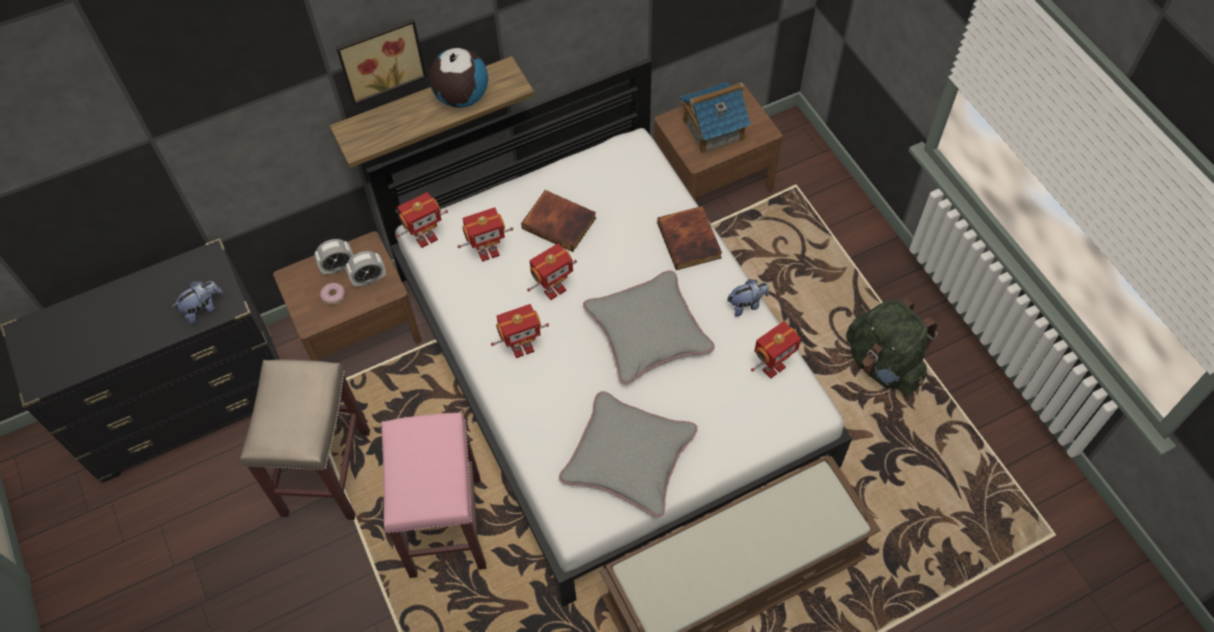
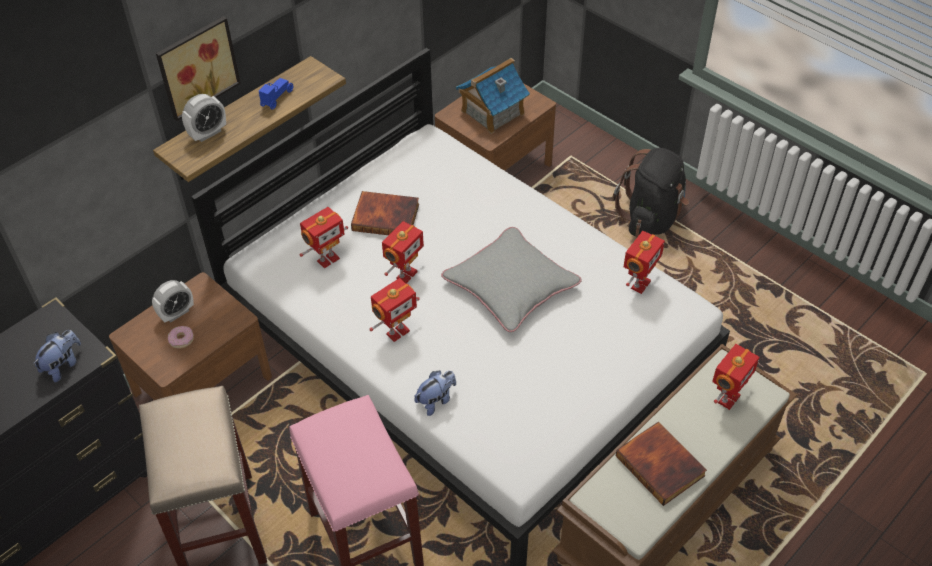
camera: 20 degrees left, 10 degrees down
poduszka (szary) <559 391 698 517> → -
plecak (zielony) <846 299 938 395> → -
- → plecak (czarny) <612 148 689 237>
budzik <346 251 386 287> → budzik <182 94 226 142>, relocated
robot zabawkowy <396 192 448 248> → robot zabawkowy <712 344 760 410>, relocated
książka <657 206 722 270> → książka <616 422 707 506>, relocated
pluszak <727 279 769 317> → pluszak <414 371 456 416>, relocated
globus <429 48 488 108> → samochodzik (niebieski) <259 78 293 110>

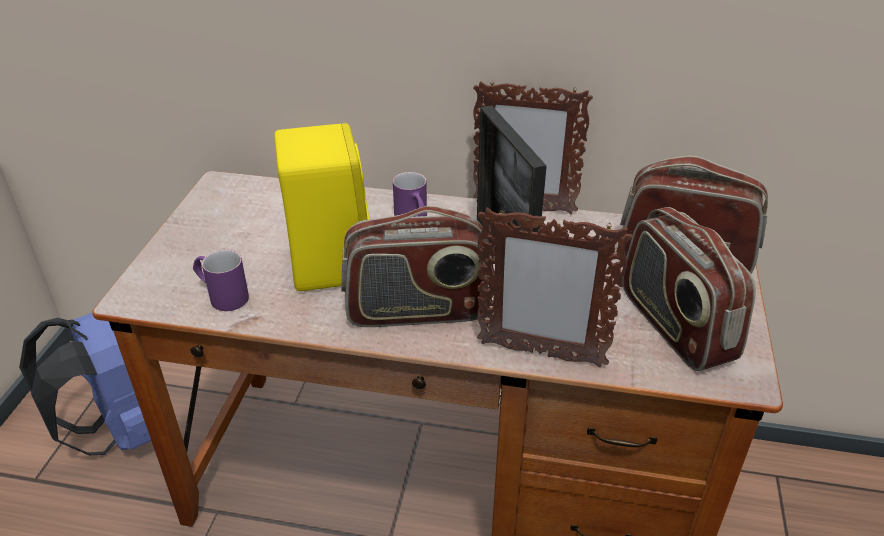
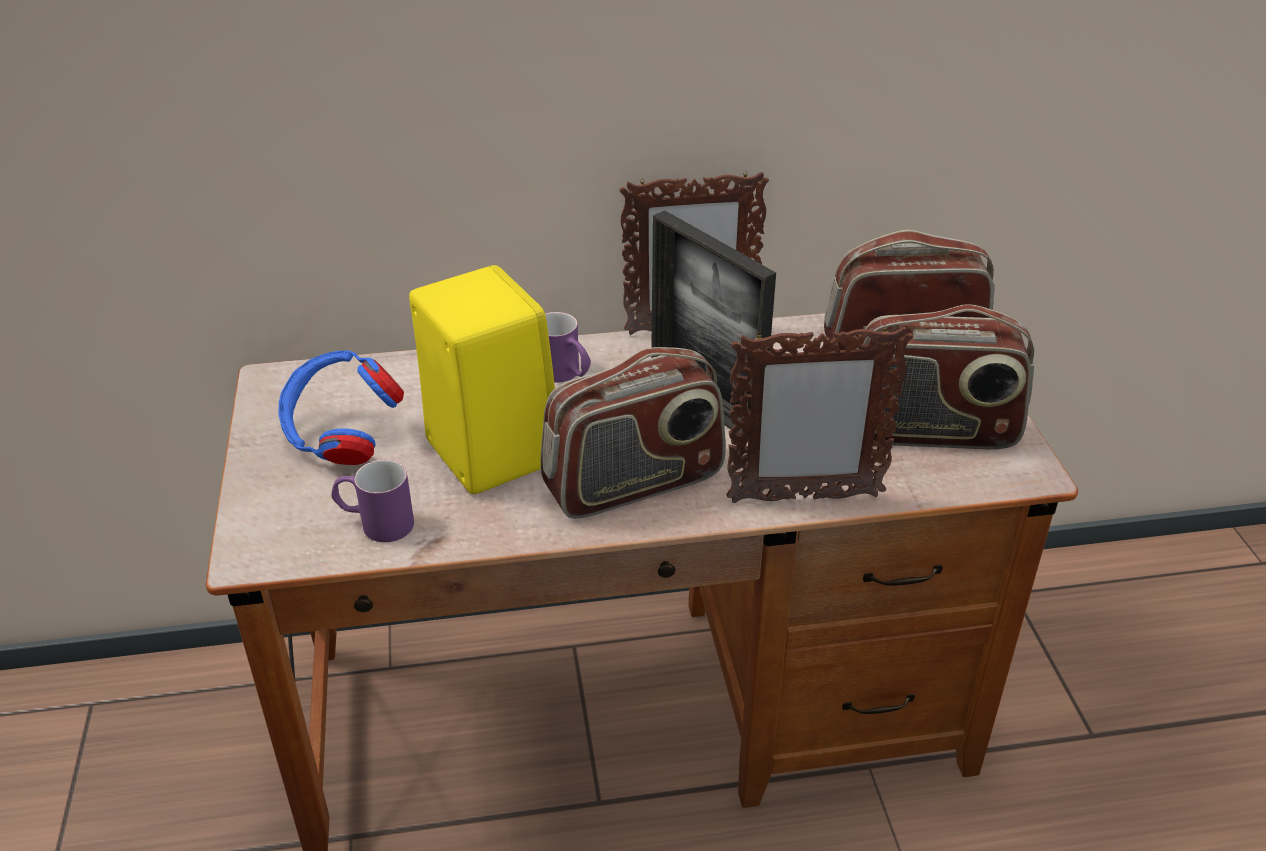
camera: 20 degrees left, 0 degrees up
plecak (niebieski) <19 313 151 455> → -
- → słuchawki (niebieski) <279 351 404 465>
radio <622 207 756 371> → radio <856 304 1034 449>, 45 degrees counterclockwise

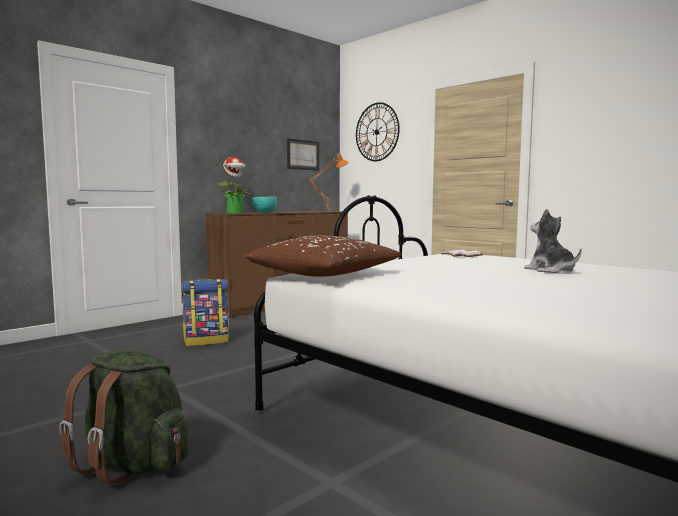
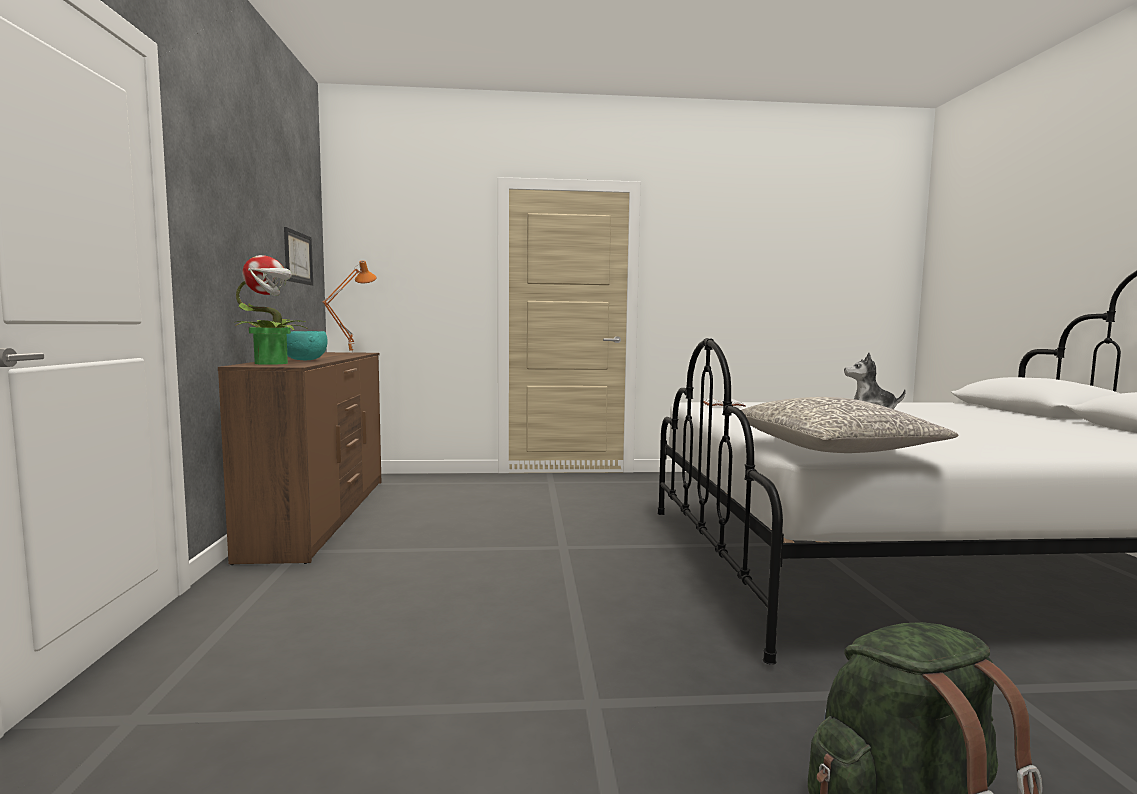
camera: 50 degrees left, 0 degrees up
plecak <182 279 229 346> → -
zegar ścienny <356 102 400 161> → -
poduszka (brązowy) <244 235 401 277> → poduszka (szary) <741 397 959 453>

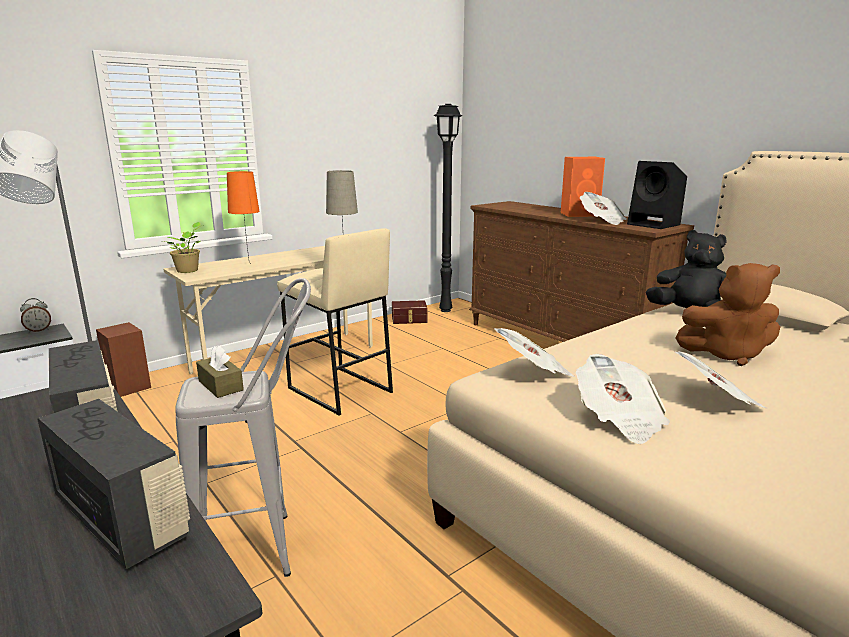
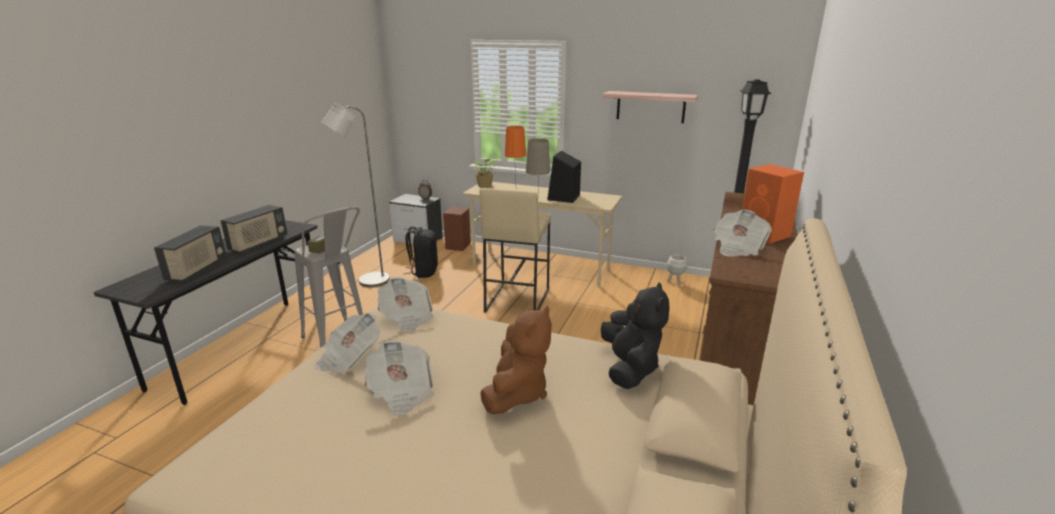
camera: 60 degrees right, 5 degrees up
- → plecak (czarny) <404 226 438 278>
- → półka <603 91 698 123>
głośnik (czarny) <627 161 687 229> → głośnik (czarny) <547 151 581 203>, relocated
pojemnik do przechowywania (brązowy) <392 300 428 324> → donica (biały) <667 255 687 285>
pluszak (brązowy) <676 263 780 366> → pluszak (brązowy) <480 306 552 414>, 135 degrees counterclockwise

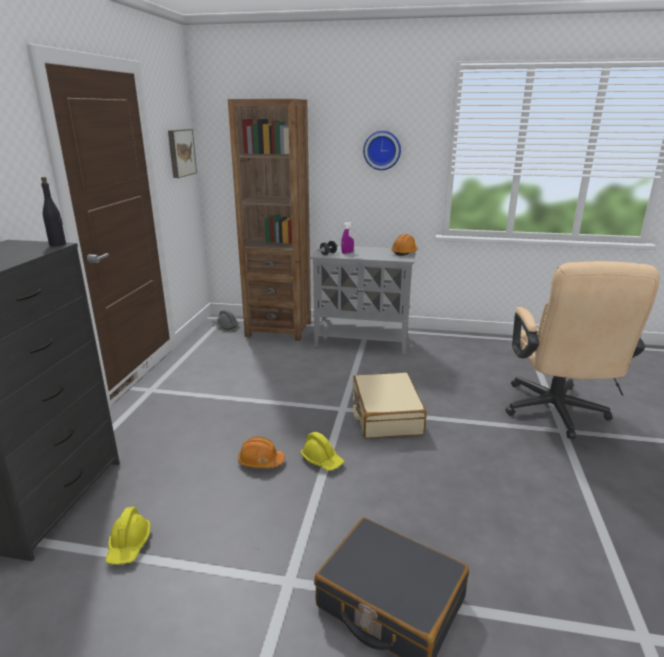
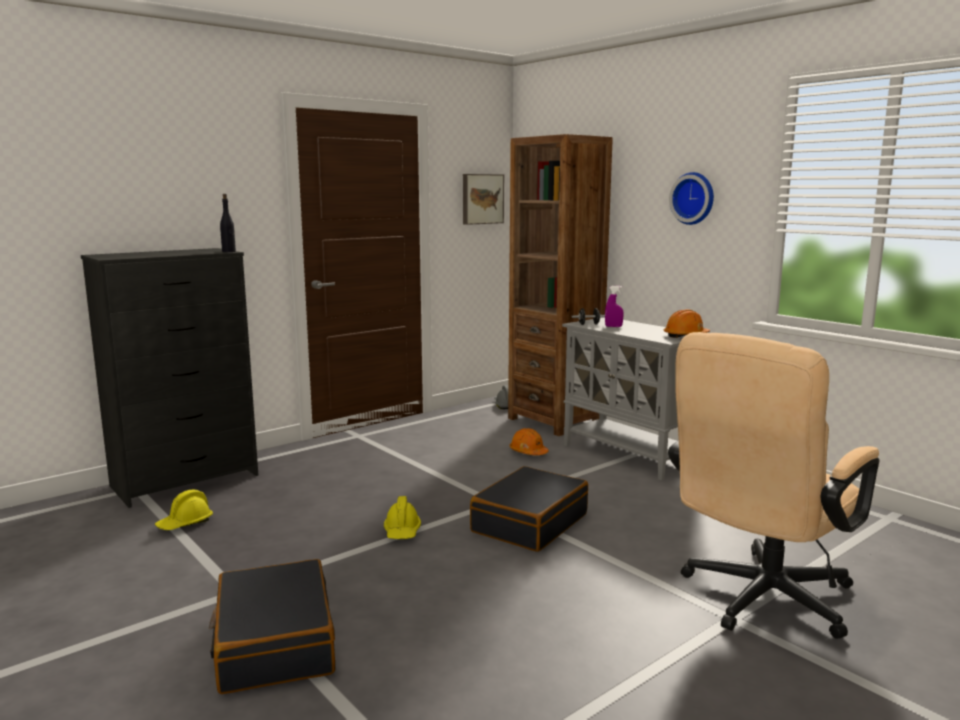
camera: 40 degrees right, 10 degrees down
kask (pomarańczowy) <238 436 285 468> → kask (pomarańczowy) <509 428 549 455>, relocated
walizka (beżowy) <353 372 427 439> → walizka (czarny) <470 466 588 552>

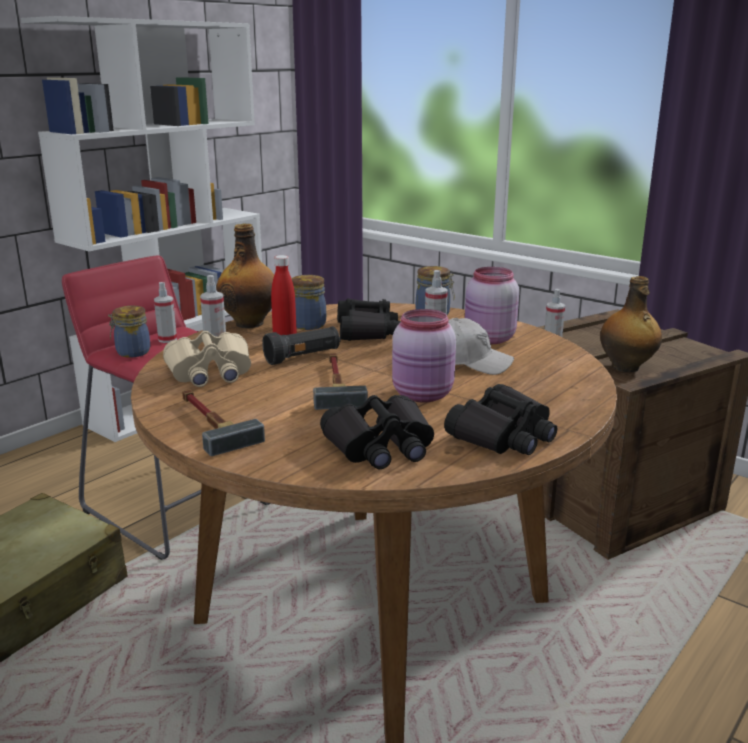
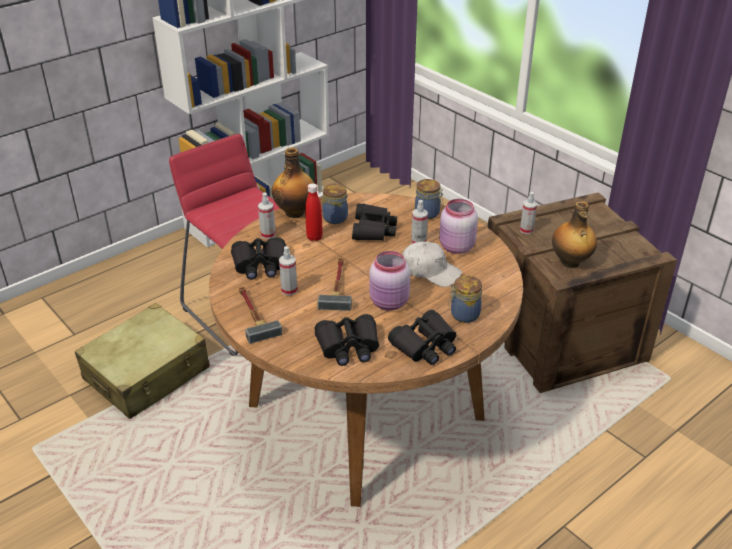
camera: 10 degrees right, 15 degrees up
latarka (czarny) <262 326 341 365> → -
słoik <108 306 150 358> → słoik <448 276 482 323>, relocated
spryskiwacz <154 282 177 343> → spryskiwacz <279 246 298 296>, relocated
lornetka (beżowy) <163 331 251 387> → lornetka (czarny) <231 237 286 280>

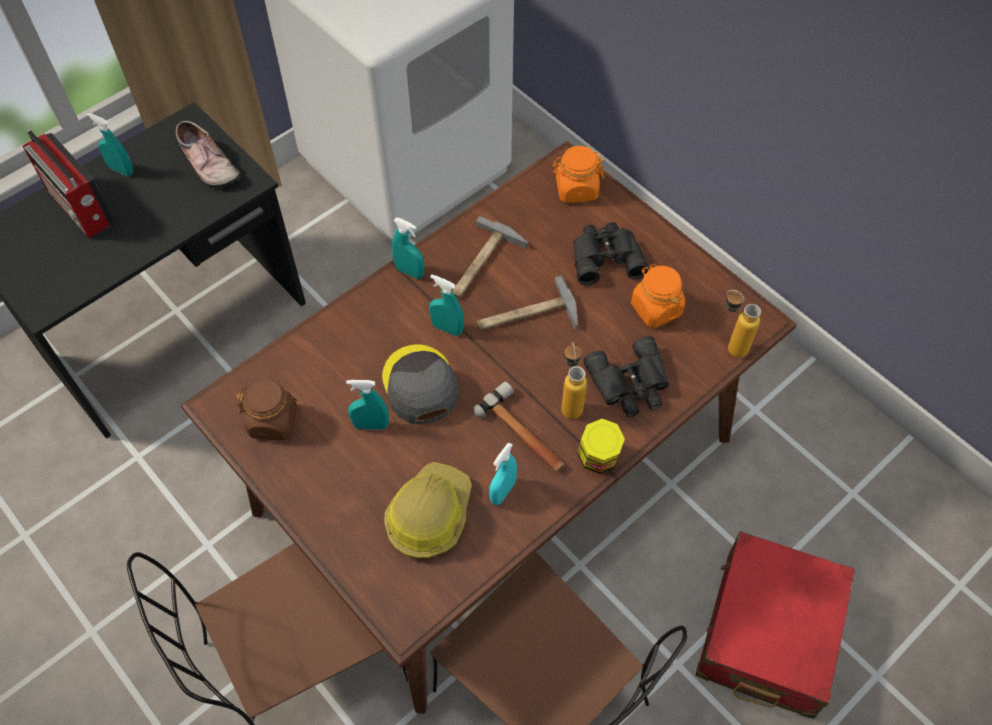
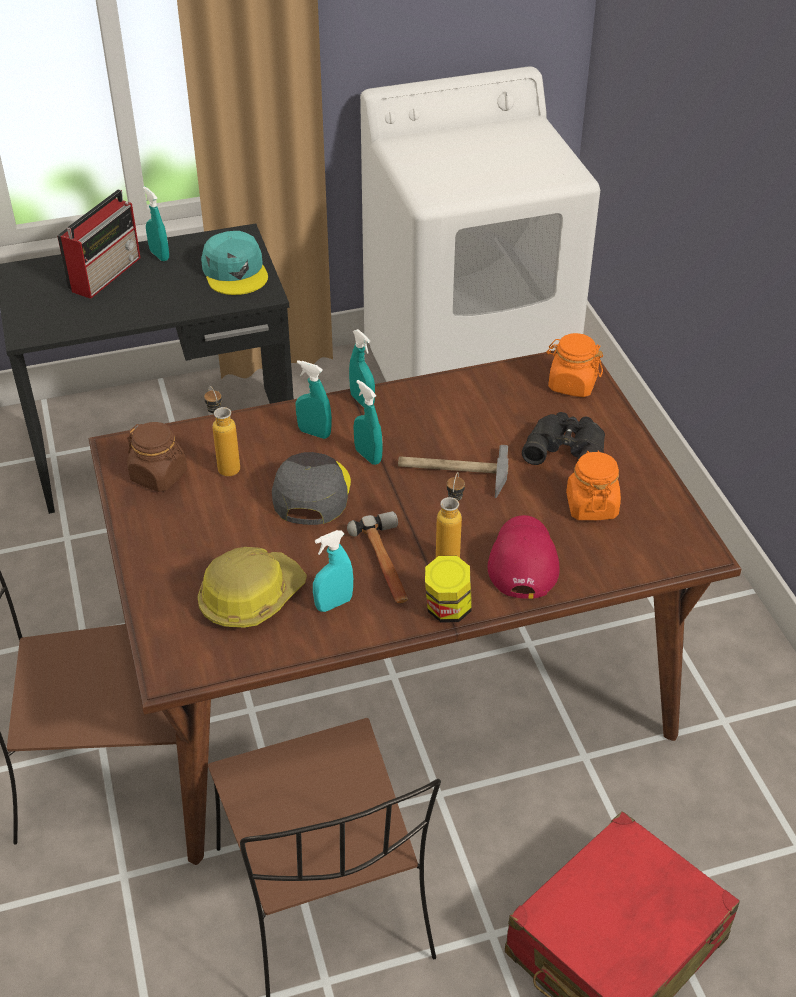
camera: 25 degrees right, 15 degrees down
młotek <452 216 528 298> → -
spryskiwacz (turkusowy) <346 380 389 429> → spryskiwacz (turkusowy) <296 360 332 439>, relocated
butelka <726 290 761 358> → butelka <204 386 240 477>, relocated
but <176 121 241 188> → czapka z daszkiem (turkusowy) <201 231 268 295>
lornetka (czarny) <583 336 669 417> → czapka z daszkiem (czerwony) <488 515 560 599>
radio <23 130 114 238> → radio <57 189 140 299>, 135 degrees counterclockwise

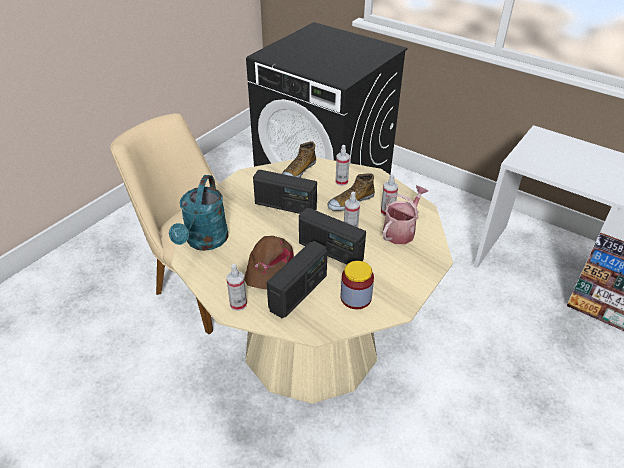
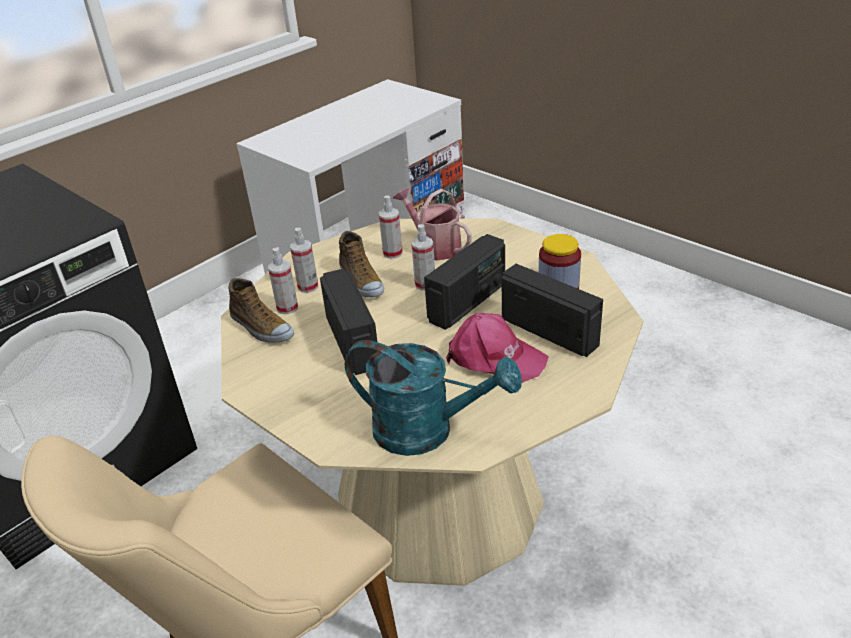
camera: 80 degrees left, 5 degrees down
spryskiwacz <226 264 247 311> → spryskiwacz <268 247 298 314>, relocated
czapka z daszkiem (brązowy) <244 236 294 290> → czapka z daszkiem (różowy) <446 313 549 383>
radio <253 170 317 214> → radio <320 269 377 375>, 45 degrees counterclockwise

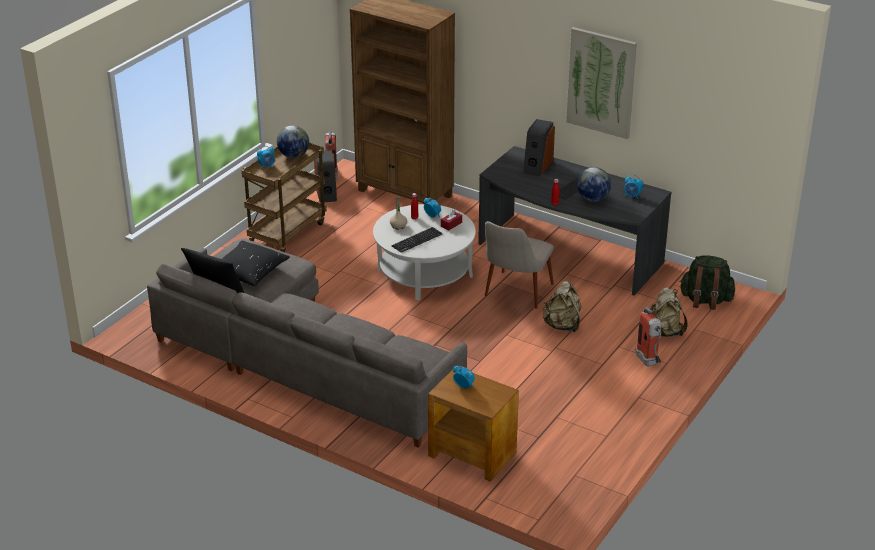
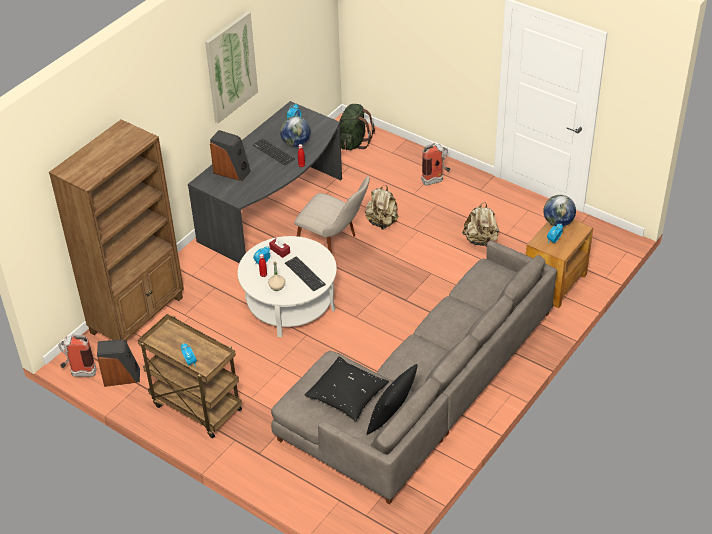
camera: 85 degrees left, 10 degrees up
globus <277 125 309 158> → globus <543 195 576 227>, relocated
plecak (beżowy) <650 287 688 337> → plecak (beżowy) <462 202 500 246>, relocated

